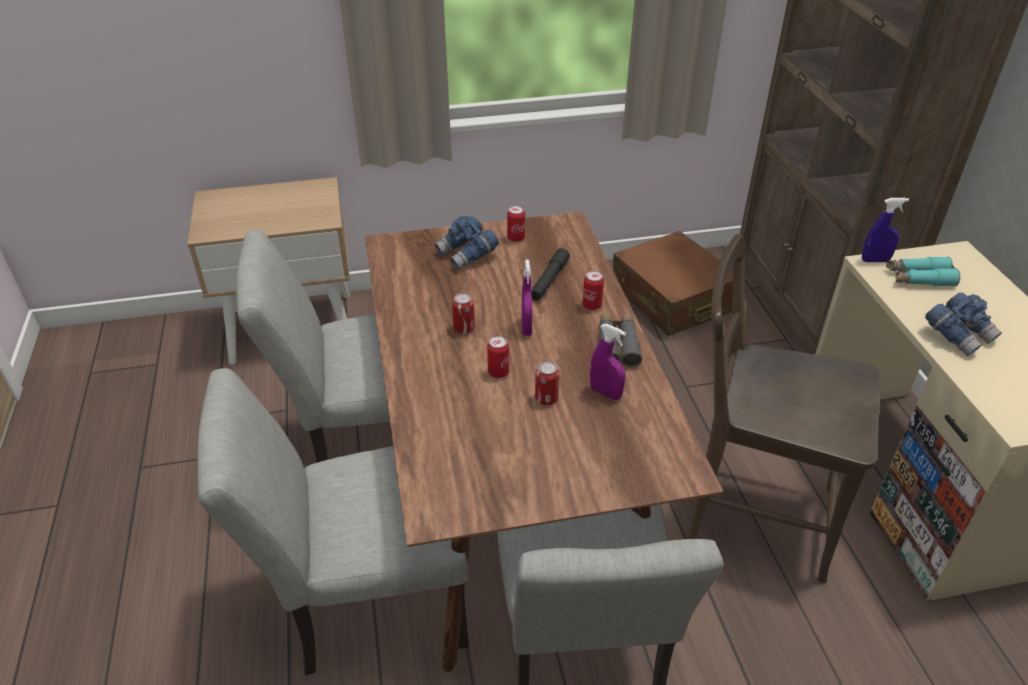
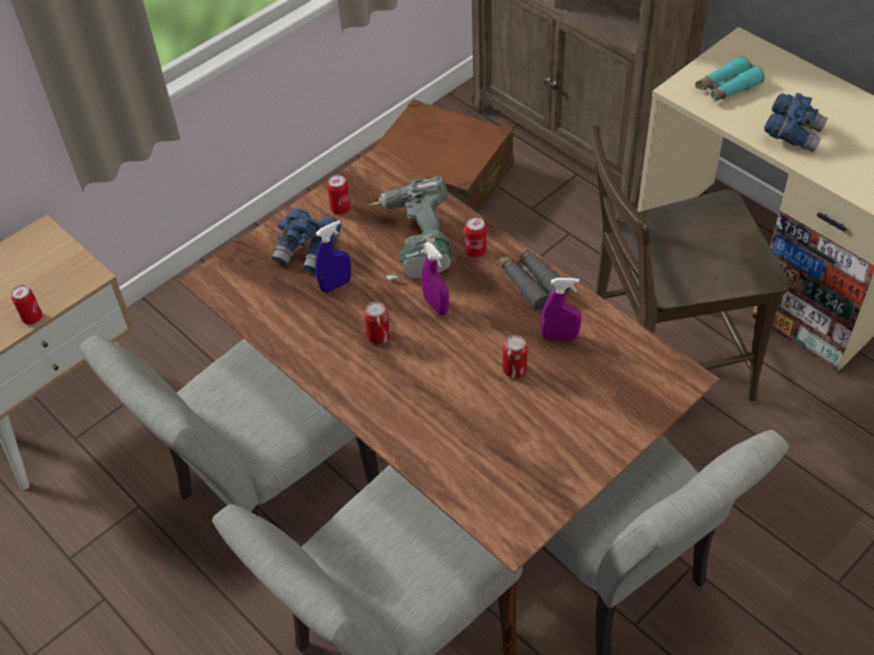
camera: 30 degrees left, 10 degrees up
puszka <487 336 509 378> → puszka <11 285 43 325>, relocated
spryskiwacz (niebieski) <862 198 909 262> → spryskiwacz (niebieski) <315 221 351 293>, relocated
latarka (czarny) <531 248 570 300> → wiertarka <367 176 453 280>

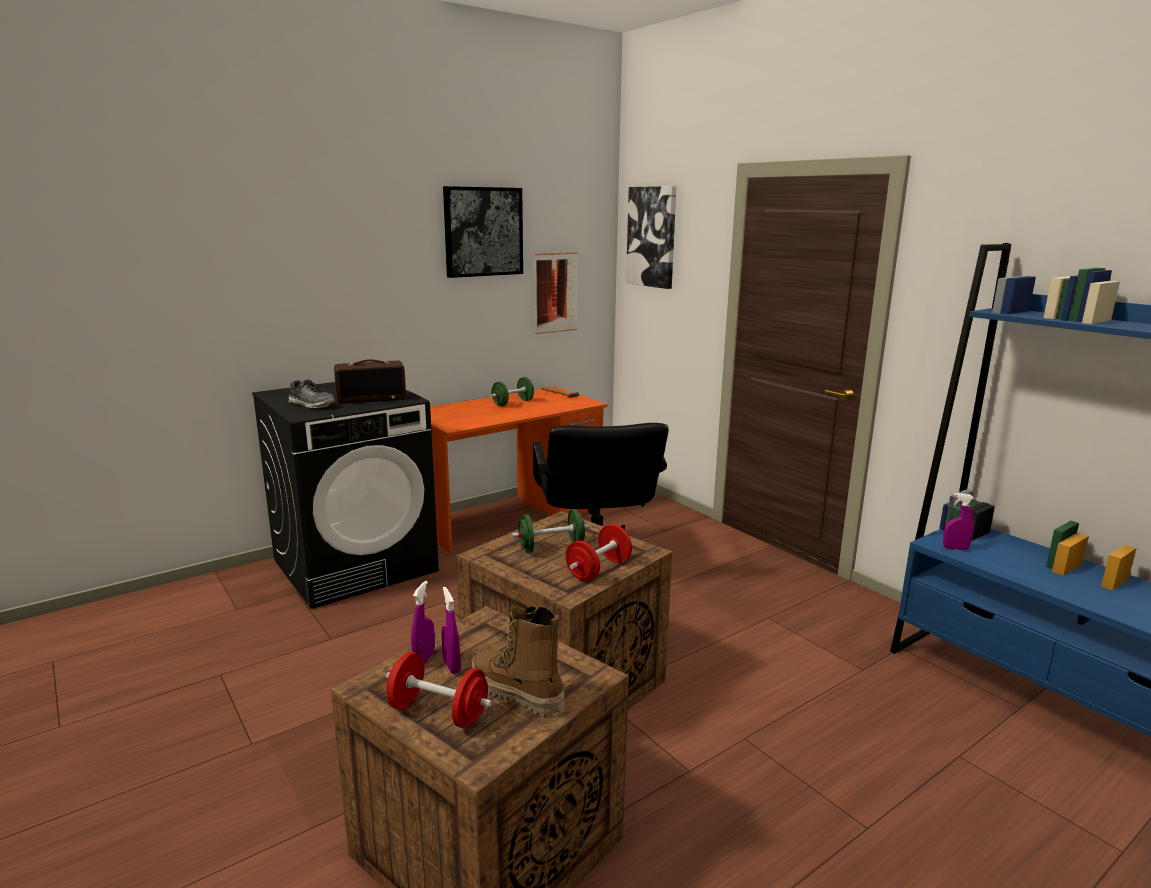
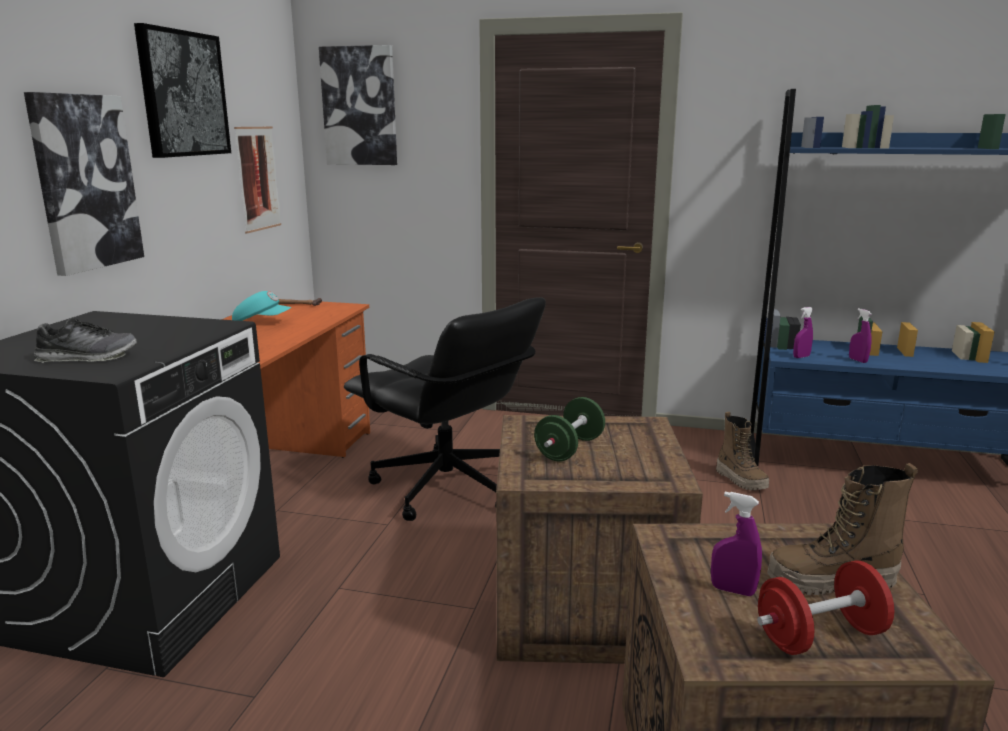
camera: 40 degrees left, 0 degrees up
radio <334 359 406 404> → -
hantel (czerwony) <565 524 632 582> → -
- → obraz <24 92 144 276>
- → but z cholewką <716 412 769 490>
spryskiwacz (fioletowy) <411 581 435 665> → spryskiwacz (fioletowy) <849 308 872 363>, relocated
hantel (zielony) <491 377 534 406> → czapka z daszkiem (turkusowy) <232 291 291 321>

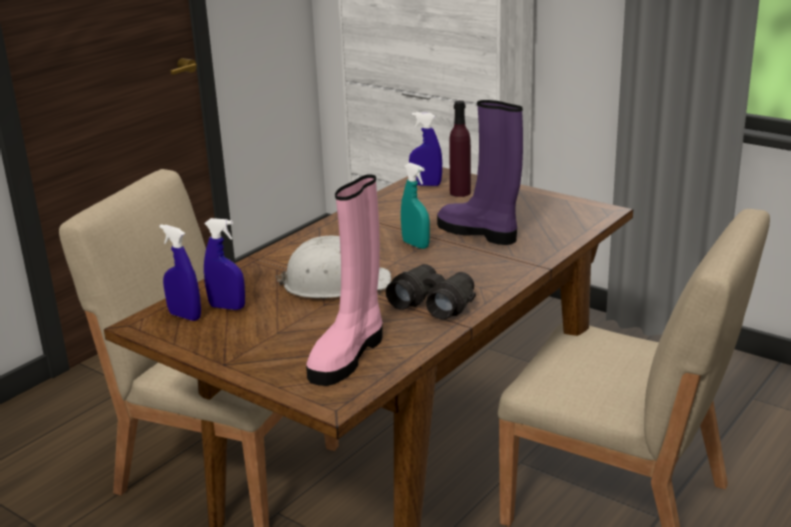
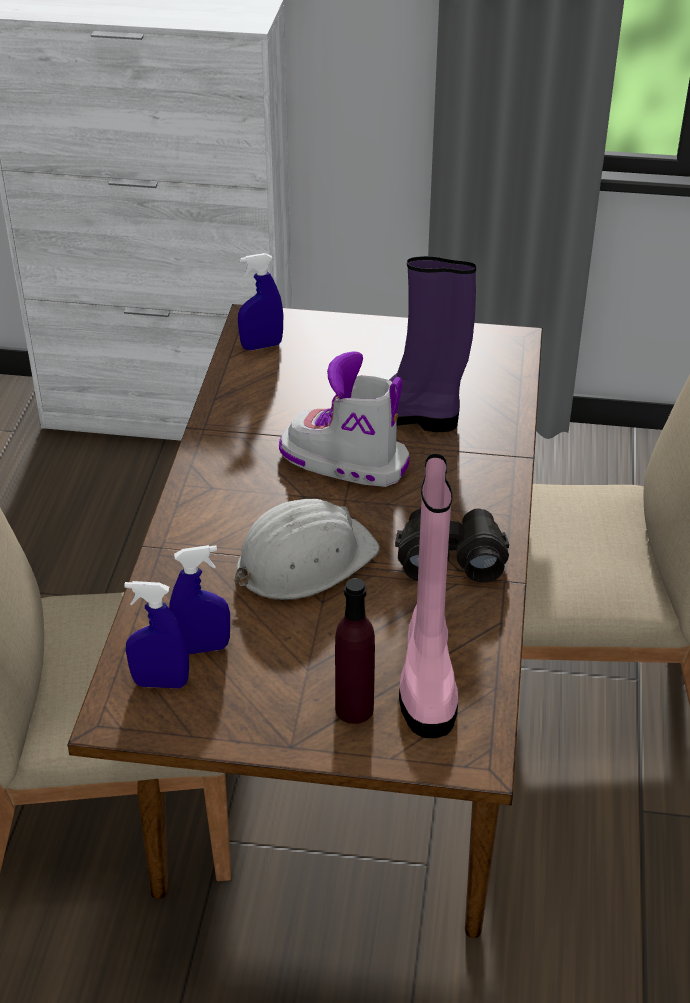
camera: 30 degrees left, 15 degrees up
butelka (fioletowy) <449 101 471 197> → butelka (fioletowy) <335 578 375 724>, relocated
spryskiwacz (turkusowy) <401 163 430 249> → but z cholewką <279 351 409 487>

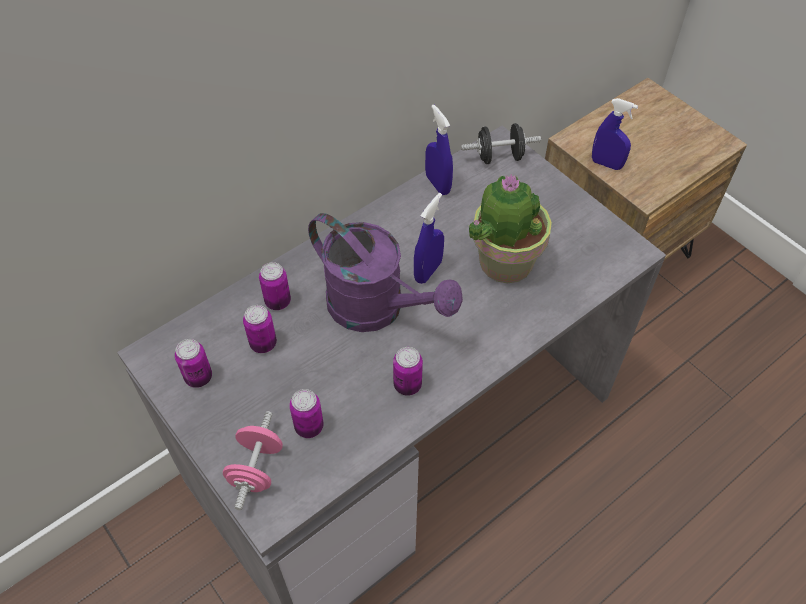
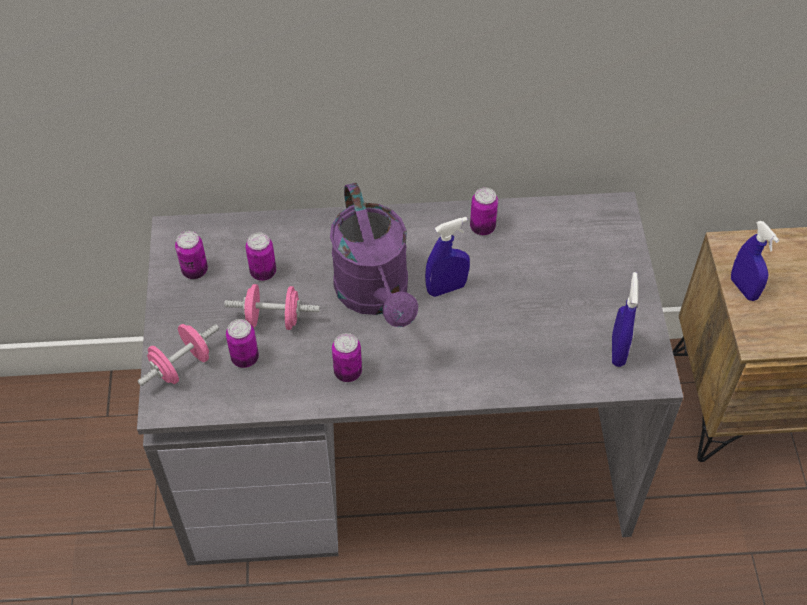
camera: 35 degrees right, 0 degrees up
hantel (czarny) <461 123 541 164> → -
roślina doniczkowa <469 174 552 283> → -
- → hantel (różowy) <225 284 320 330>
puszka <259 262 291 310> → puszka <470 187 498 235>, relocated
spryskiwacz (niebieski) <425 105 453 195> → spryskiwacz (niebieski) <612 272 638 367>, relocated

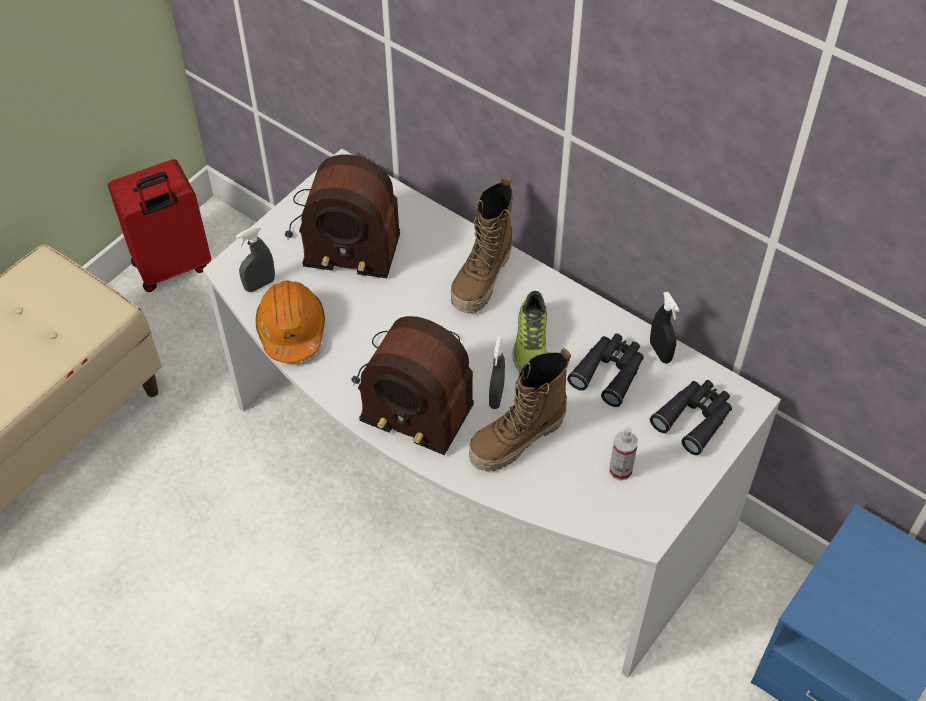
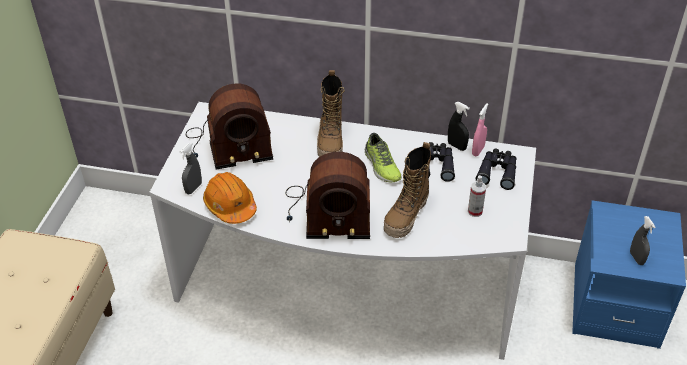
camera: 25 degrees left, 10 degrees down
walizka (czerwony) <108 159 211 292> → -
- → spryskiwacz (różowy) <472 103 488 156>
spryskiwacz (szary) <489 336 505 409> → spryskiwacz (szary) <630 216 655 265>, relocated

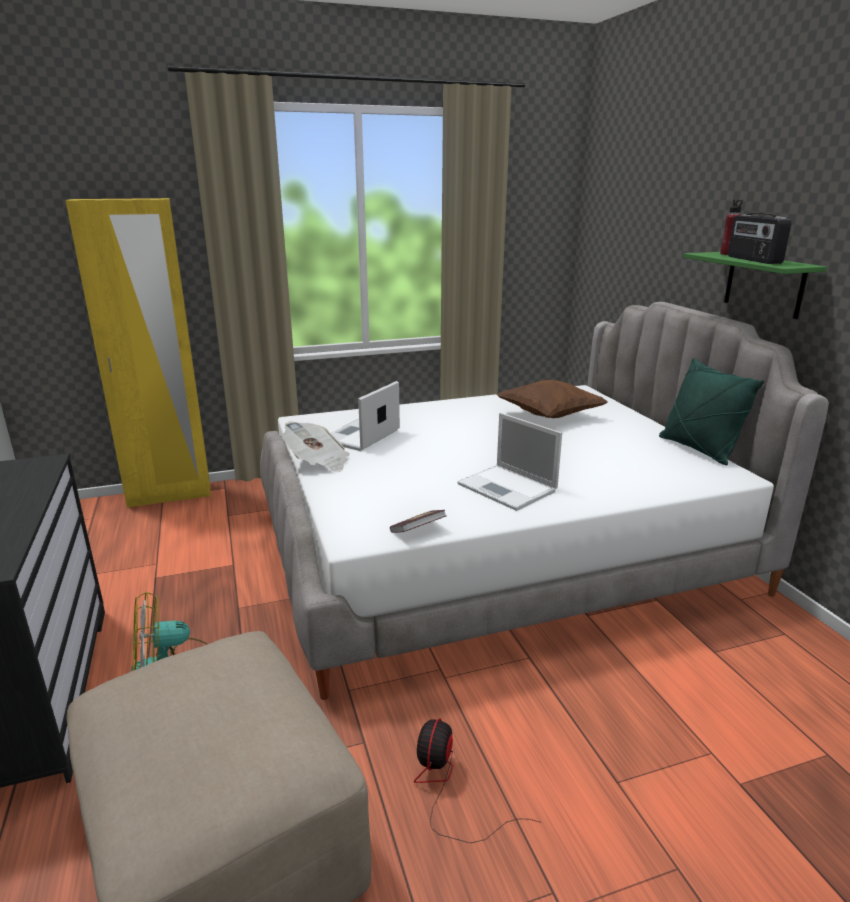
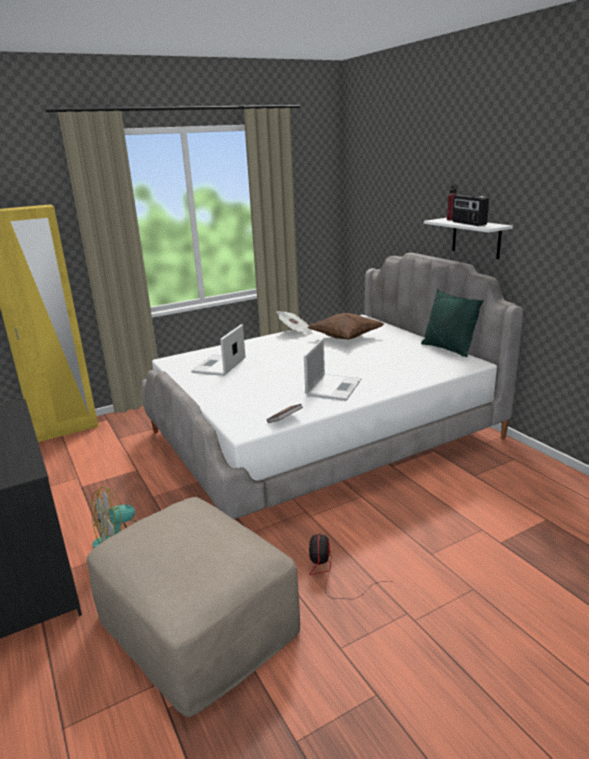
camera: 10 degrees left, 0 degrees up
gazeta <282 421 349 472> → gazeta <277 311 313 335>, relocated
półka (zielony) <683 252 827 319> → półka (biały) <424 218 513 259>
laptop <457 413 562 511> → laptop <304 338 361 401>, 105 degrees counterclockwise

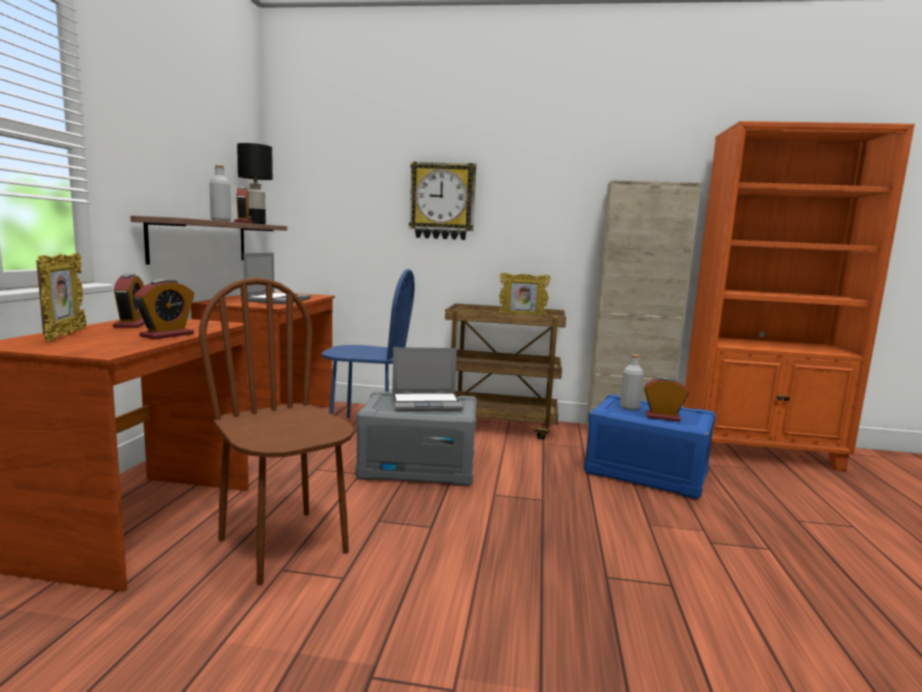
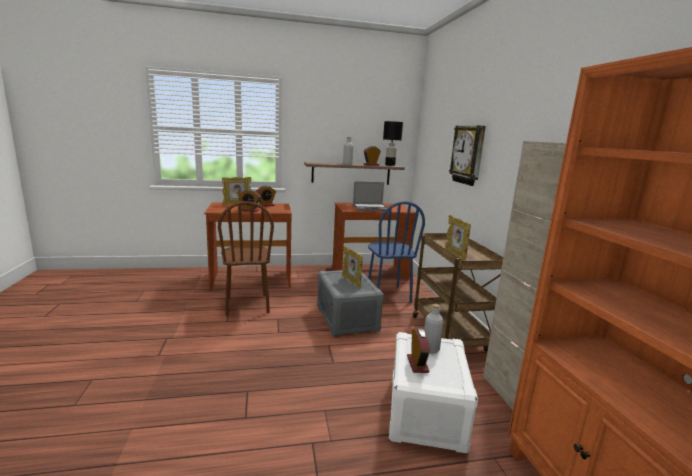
camera: 70 degrees right, 5 degrees up
laptop <392 347 463 411> → ramka na zdjęcie <342 246 363 288>
pojemnik do przechowywania (niebieski) <584 394 716 499> → pojemnik do przechowywania (biały) <389 332 478 453>
krzesło (brązowy) <199 278 354 585> → krzesło (brązowy) <218 201 274 316>, 135 degrees clockwise

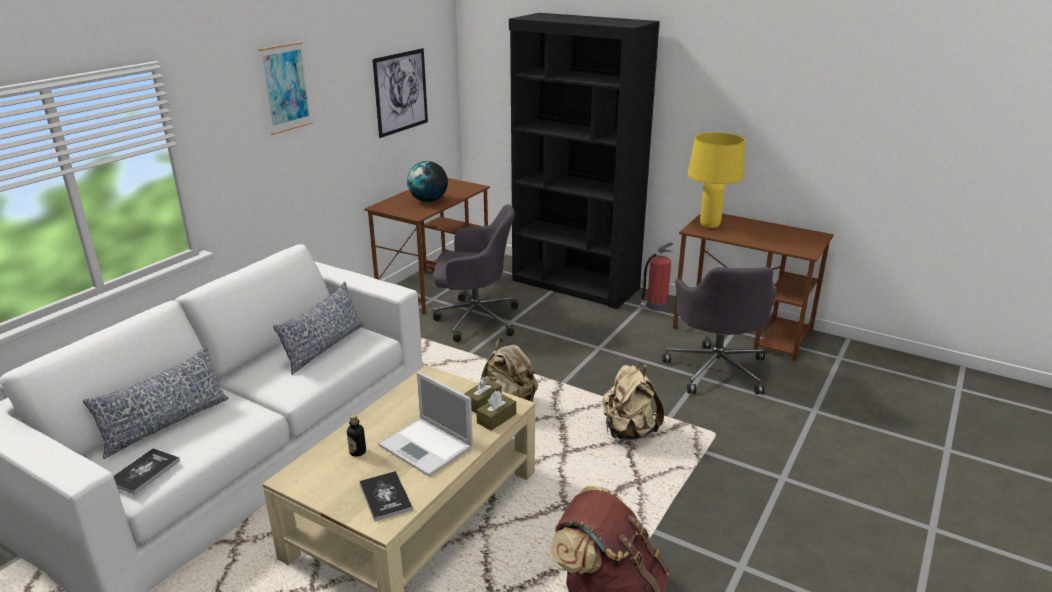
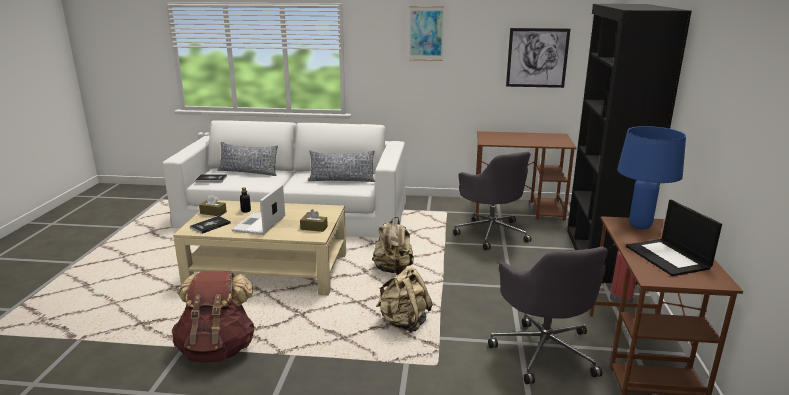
camera: 65 degrees right, 5 degrees down
globus <407 161 448 202> → -
- → laptop <626 200 722 276>
pudełko chusteczek (brązowy) <476 391 516 431> → pudełko chusteczek (brązowy) <199 194 227 216>, relocated
lampa stołowa (żółty) <688 132 745 228> → lampa stołowa (niebieski) <617 126 686 229>
krzesło biurowe (szary) <662 267 777 394> → krzesło biurowe (szary) <488 247 608 384>, 75 degrees counterclockwise

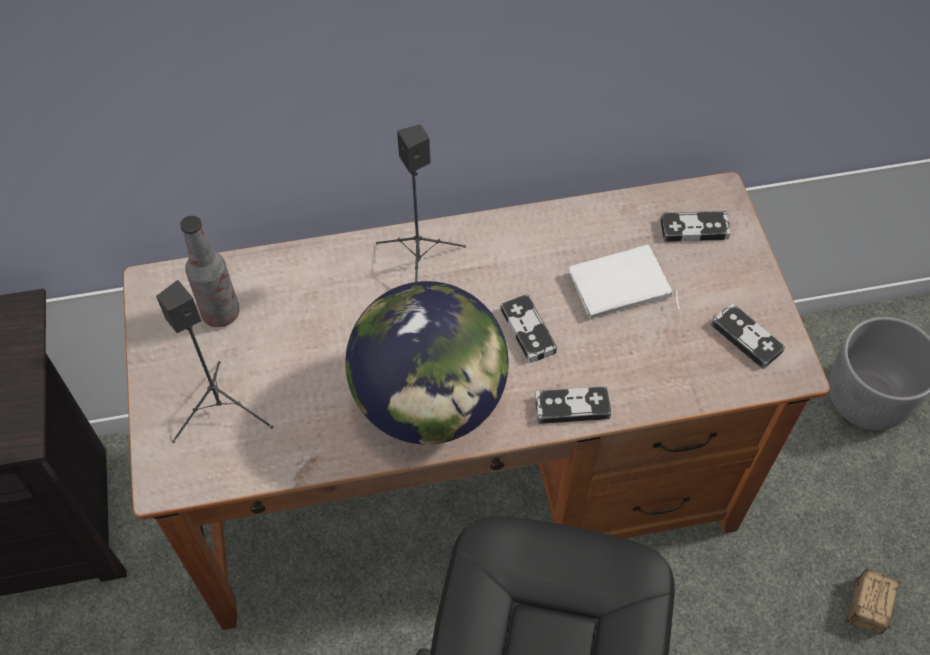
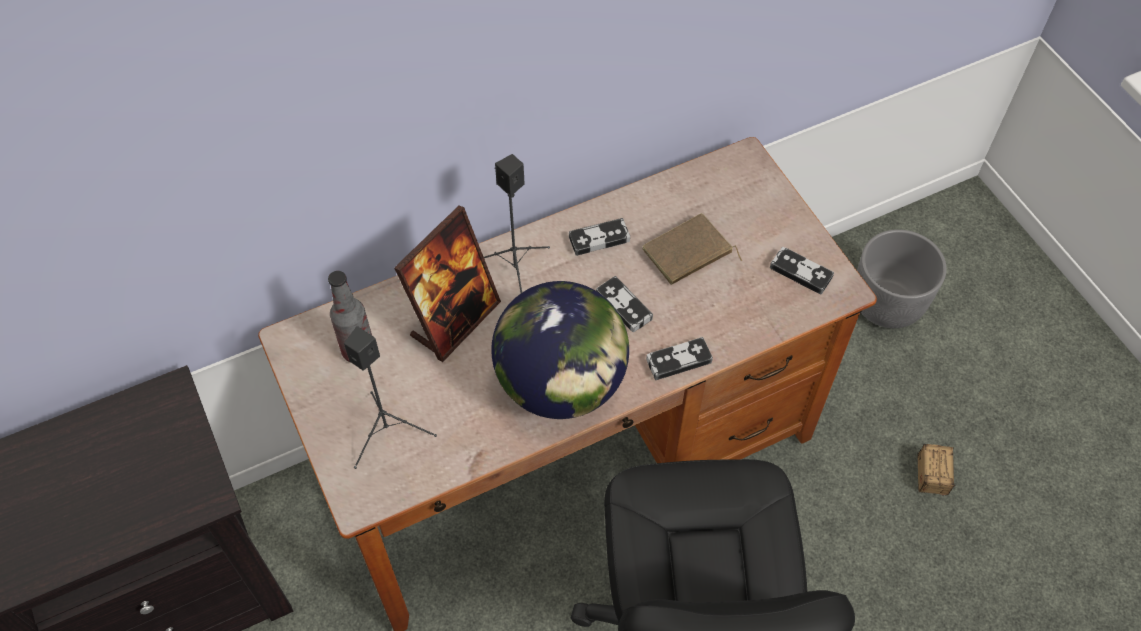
camera: 15 degrees left, 0 degrees up
- → ramka na zdjęcie <394 205 501 362>
pad do gier <660 211 731 242> → pad do gier <569 218 630 256>, relocated
książka (biały) <569 245 680 319> → książka (brązowy) <642 213 742 285>

